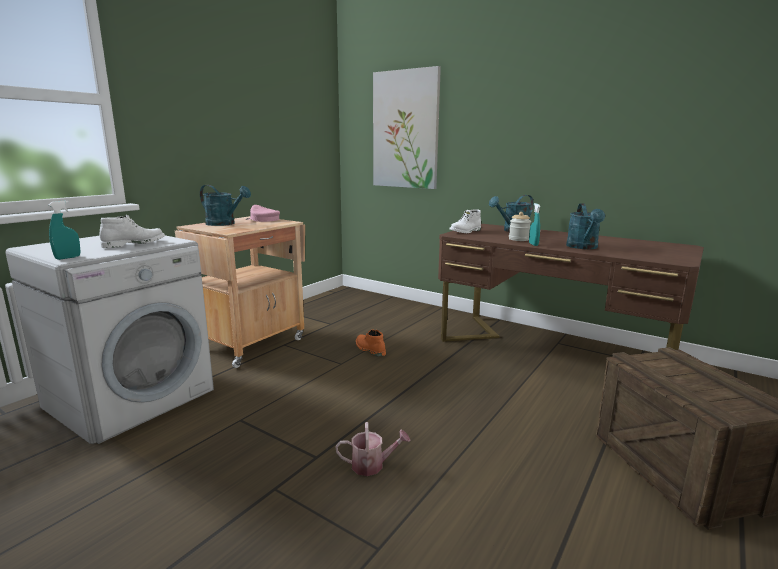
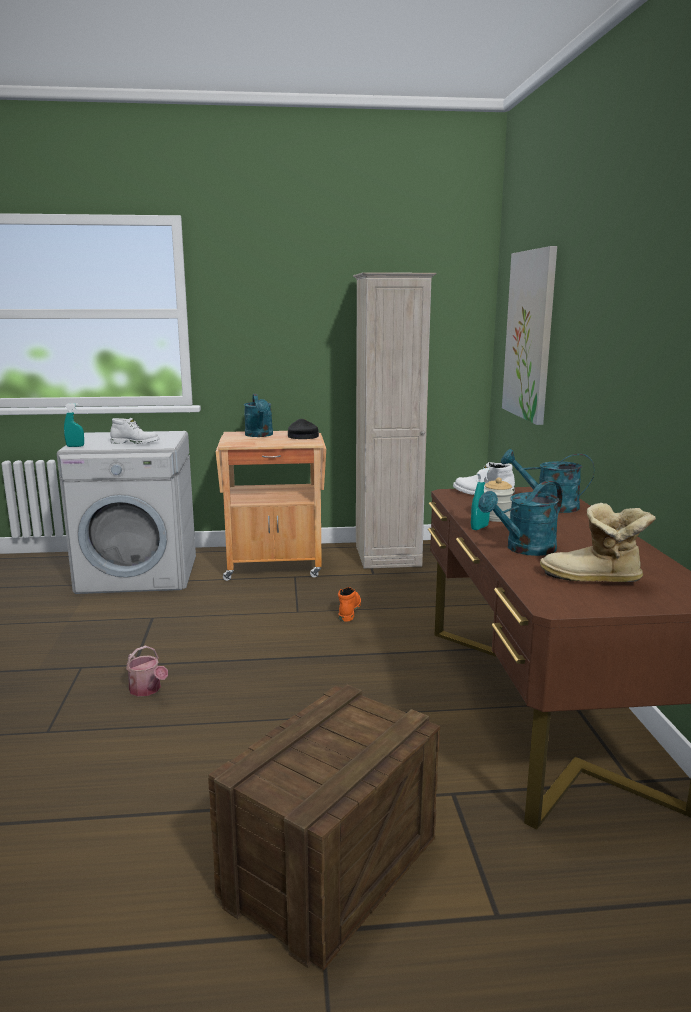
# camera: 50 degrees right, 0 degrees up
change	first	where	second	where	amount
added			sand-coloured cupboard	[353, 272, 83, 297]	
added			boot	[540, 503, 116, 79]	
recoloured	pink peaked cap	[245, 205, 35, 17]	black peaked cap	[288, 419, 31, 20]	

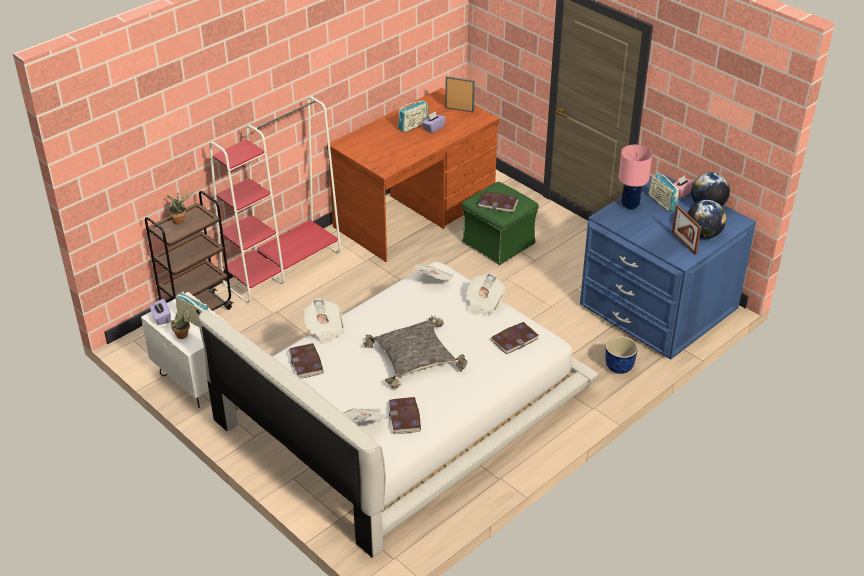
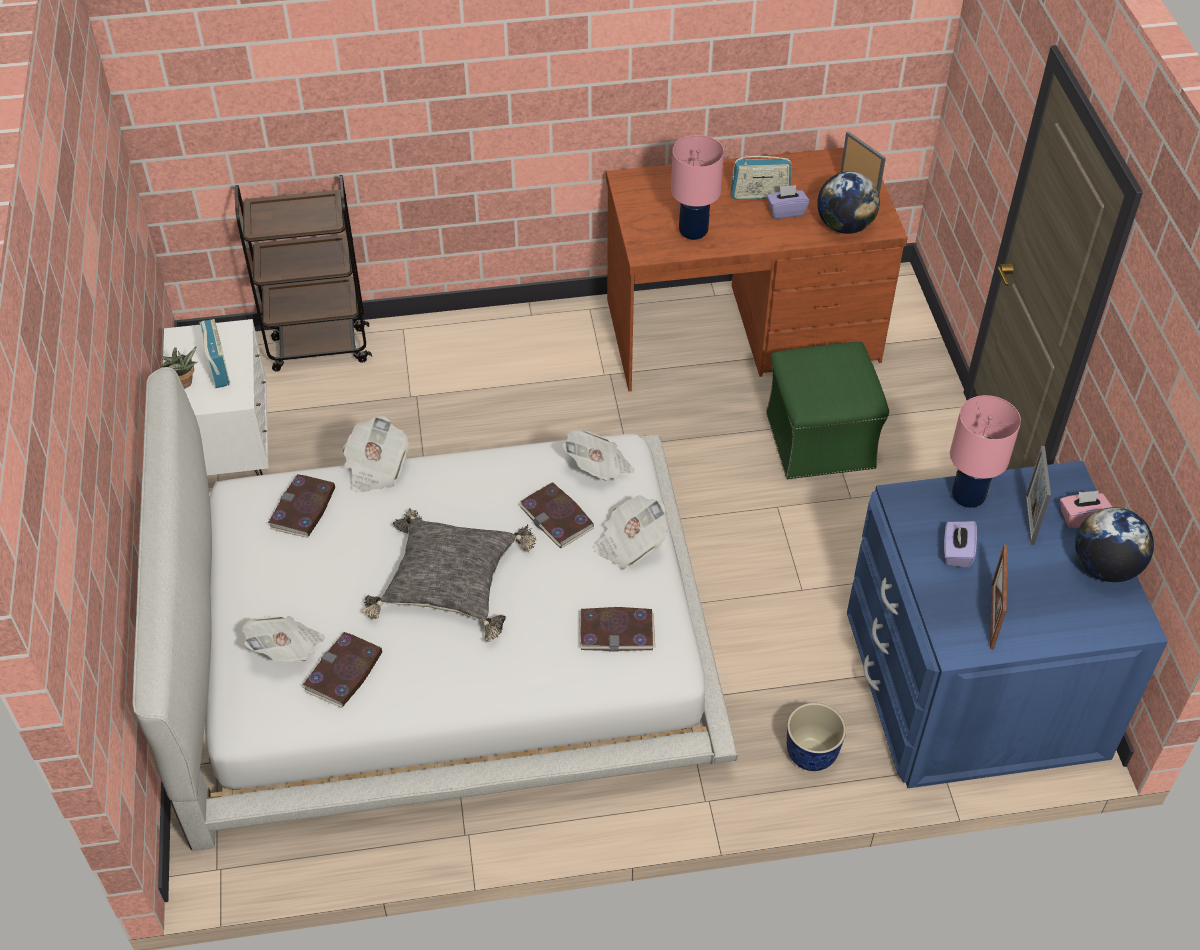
# camera: 35 degrees right, 10 degrees up
change	first	where	second	where	amount
removed	houseplant	[167, 192, 27, 33]			
removed	red-coloured garment stand	[209, 96, 132, 207]			
added			pink table lamp	[671, 135, 53, 105]	
moved	purplish tissue holder	[150, 299, 21, 26]		[944, 521, 33, 47]	
moved	bound book	[479, 191, 39, 22]		[519, 482, 75, 66]	
moved	desk globe	[688, 200, 38, 39]		[817, 171, 63, 63]	
replaced	radio set	[648, 172, 31, 40]	photo frame	[1025, 446, 26, 99]	

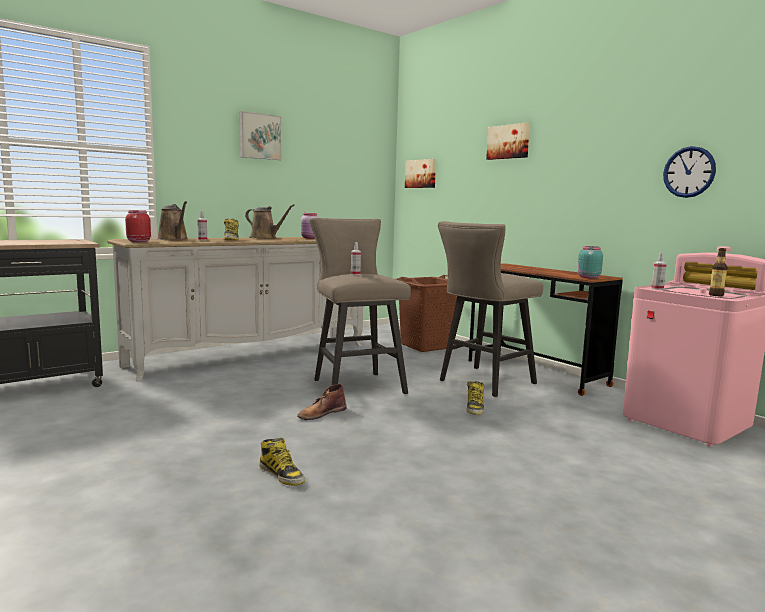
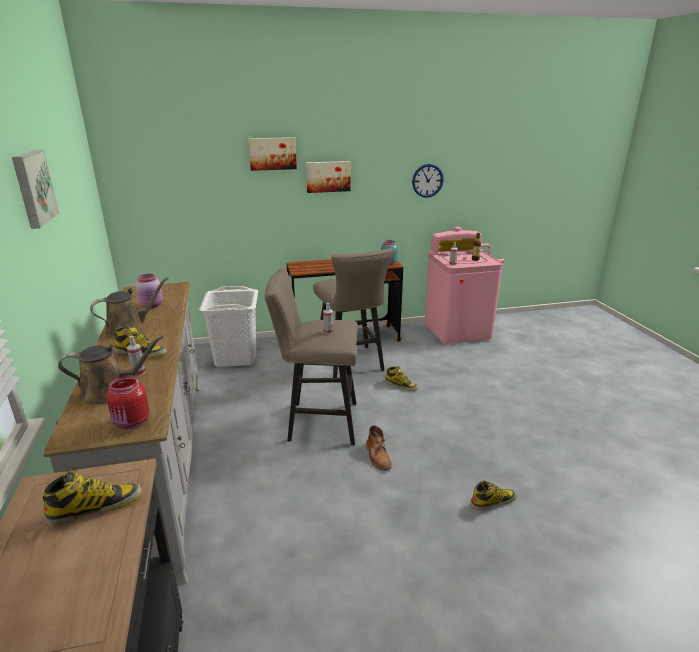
# camera: 65 degrees left, 15 degrees up
change	first	where	second	where	amount
added			boot	[43, 471, 99, 55]	
moved	wall art	[405, 159, 31, 29]		[306, 161, 44, 32]	
recoloured	brownish laundry basket	[396, 275, 61, 77]	whitish laundry basket	[199, 286, 59, 81]	

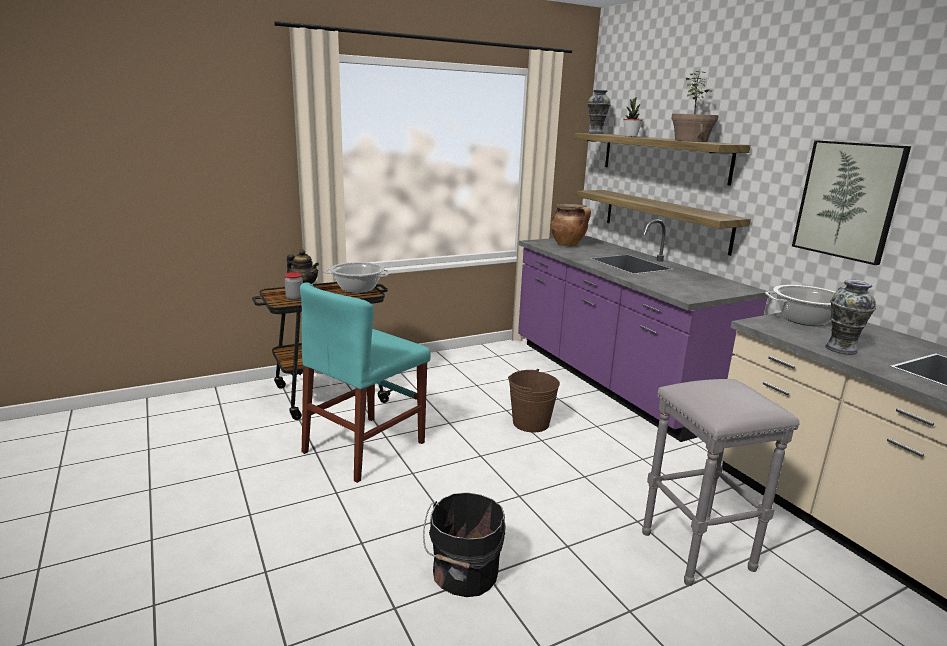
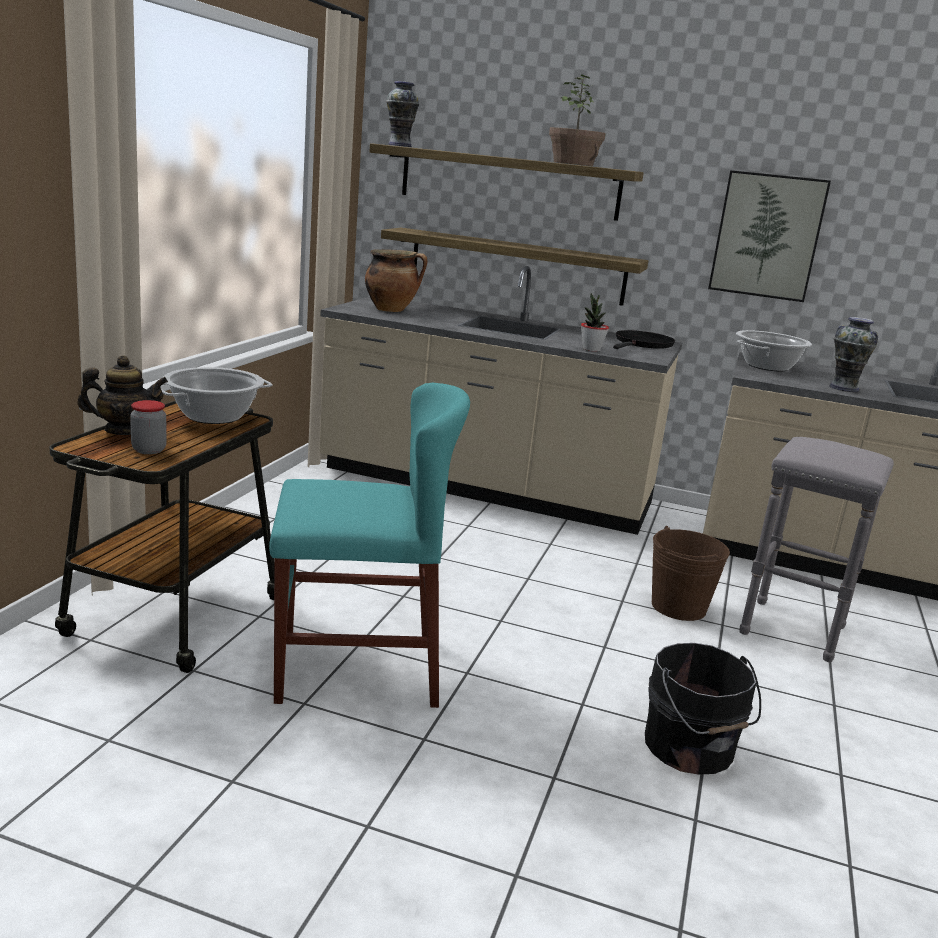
# camera: 45 degrees left, 0 degrees up
change	first	where	second	where	amount
added			black pan	[613, 330, 62, 19]	
moved	brownish pail	[508, 369, 52, 63]		[652, 526, 78, 95]	
moved	houseplant	[623, 97, 20, 40]		[581, 293, 28, 59]	
recoloured	purplish kitchen counter	[518, 219, 252, 223]	sand-coloured kitchen counter	[319, 266, 363, 269]	
turned	blue-green chair	[300, 282, 131, 201]		[269, 382, 201, 326]	90 degrees counterclockwise

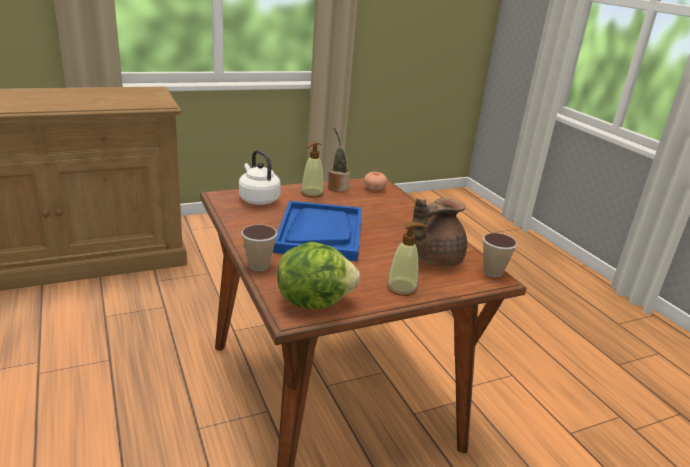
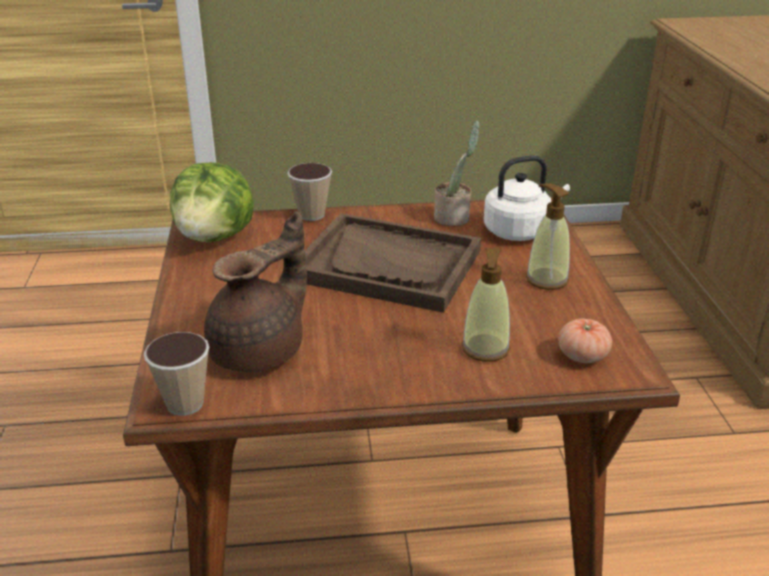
# camera: 110 degrees right, 5 degrees up
change	first	where	second	where	amount
moved	houseplant	[328, 127, 22, 65]		[434, 120, 46, 106]	
moved	liquid soap bottle	[387, 222, 41, 74]		[462, 248, 48, 114]	
recoloured	blue-coloured serving tray	[273, 201, 89, 60]	brownish serving tray	[305, 213, 176, 100]	
turned	brownish pot for tea	[412, 198, 55, 69]		[204, 212, 103, 160]	60 degrees clockwise

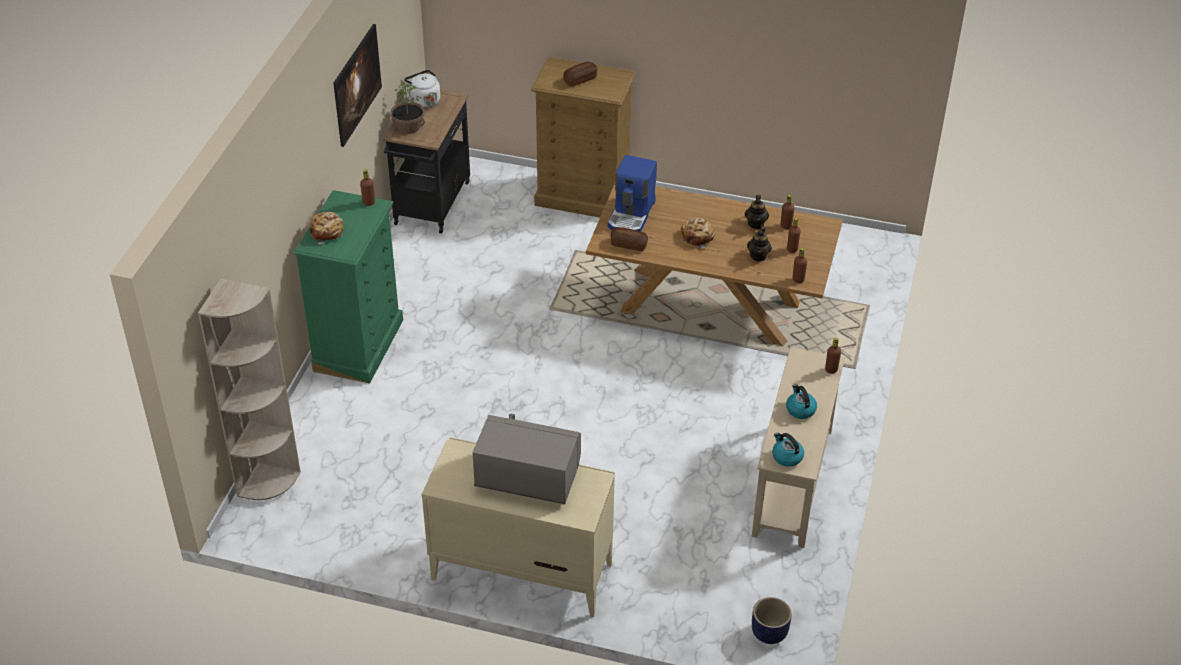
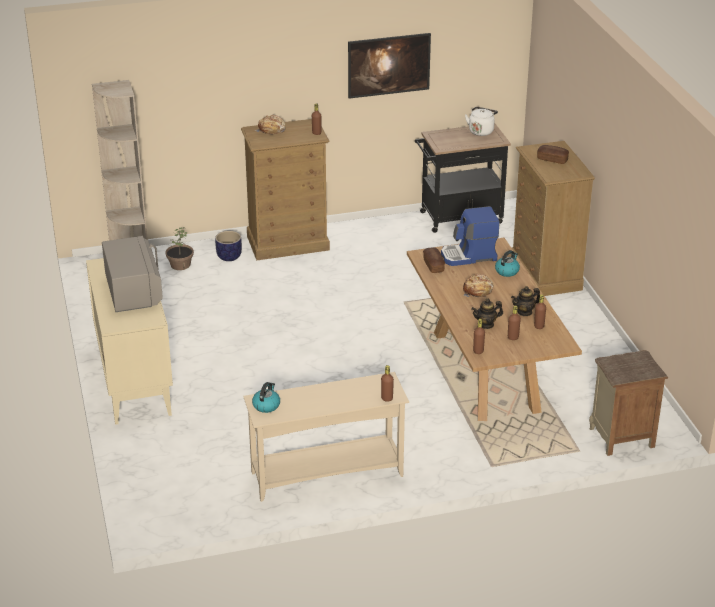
# camera: 60 degrees right, 10 degrees down
change	first	where	second	where	amount
added			sand-coloured bedside table	[589, 350, 79, 106]	
moved	houseplant	[391, 82, 34, 52]		[165, 227, 29, 43]	
moved	plant pot	[752, 597, 39, 47]		[215, 231, 27, 30]	
moved	kettle	[786, 384, 31, 35]		[495, 250, 25, 27]	
recoloured	greenish drawer chest	[294, 190, 109, 194]	brownish drawer chest	[241, 119, 89, 142]	

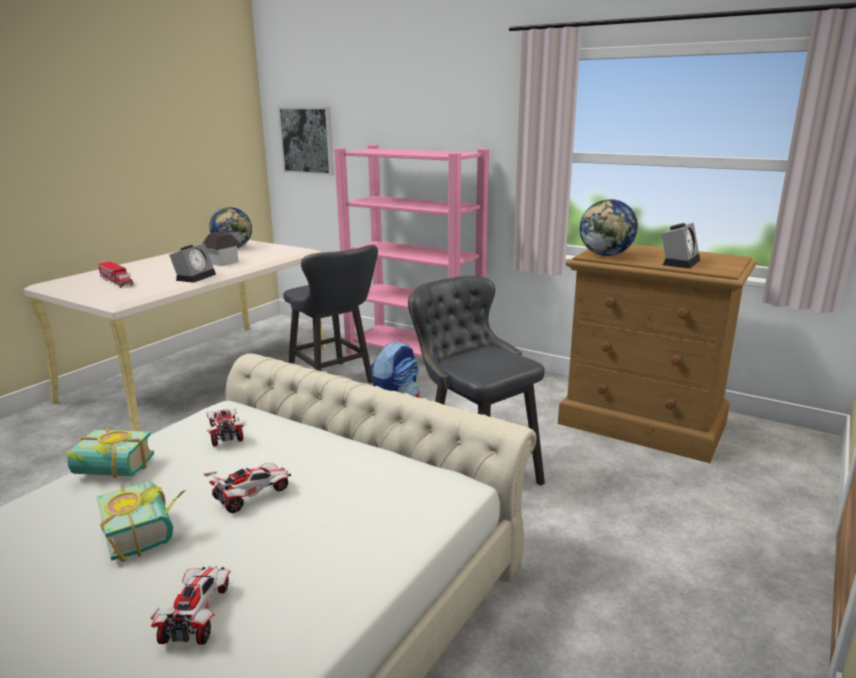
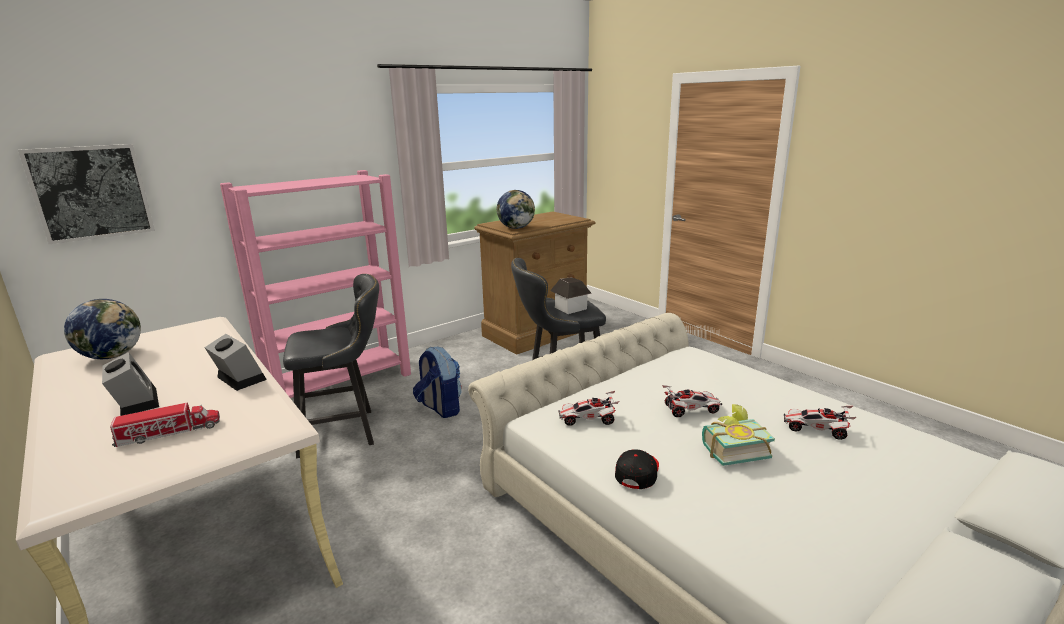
# camera: 70 degrees left, 0 degrees up
change	first	where	second	where	amount
moved	model house	[202, 231, 40, 35]		[550, 277, 42, 37]	
moved	table clock	[662, 223, 38, 46]		[102, 352, 57, 64]	
replaced	bound book	[66, 428, 88, 50]	black peaked cap	[615, 449, 44, 40]	
turned	miniature car	[204, 463, 87, 50]		[662, 385, 60, 32]	105 degrees clockwise

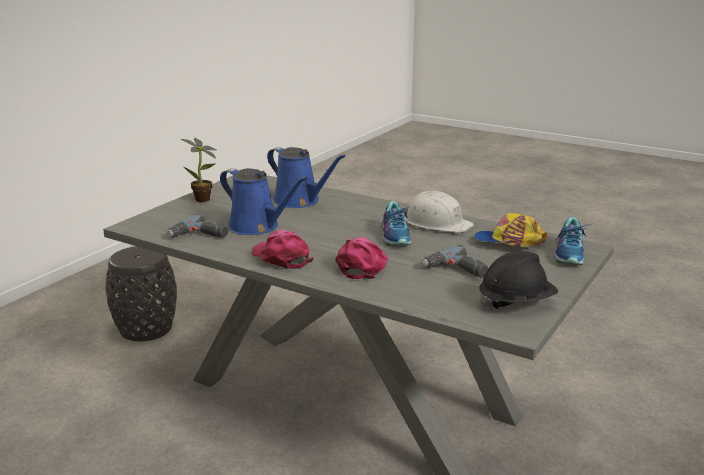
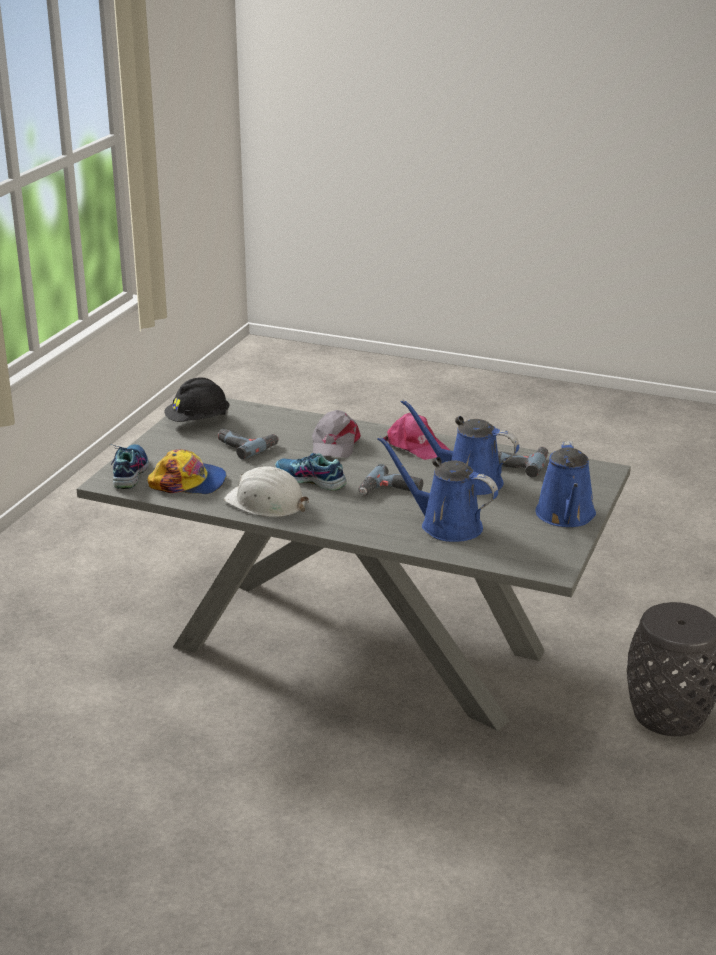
# camera: 170 degrees right, 5 degrees up
change	first	where	second	where	amount
added			drill	[359, 464, 64, 31]	
replaced	houseplant	[181, 138, 36, 64]	blue-coloured watering can	[536, 441, 60, 86]	
recoloured	pink peaked cap	[335, 237, 53, 42]	gray peaked cap	[312, 410, 49, 48]	
turned	shoe	[381, 201, 31, 44]		[275, 453, 72, 38]	45 degrees counterclockwise

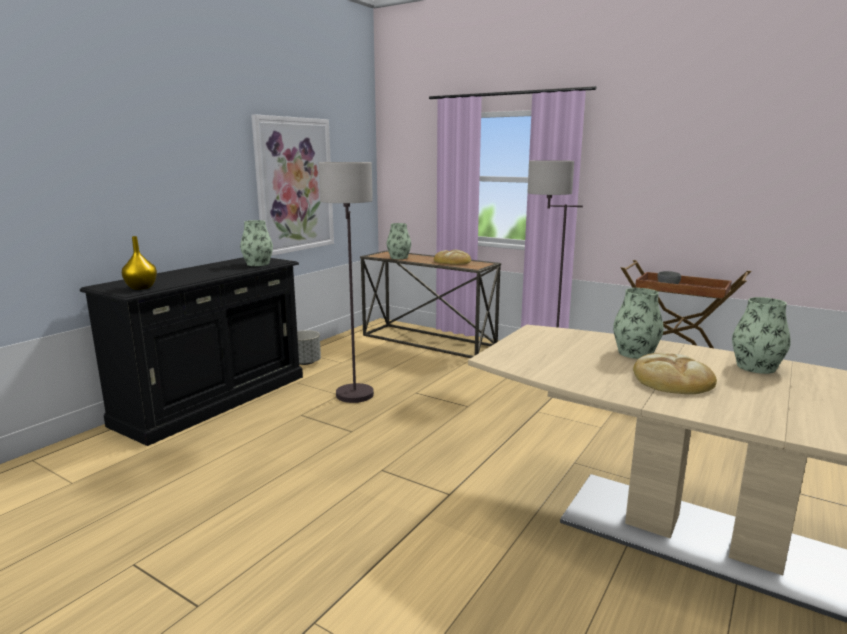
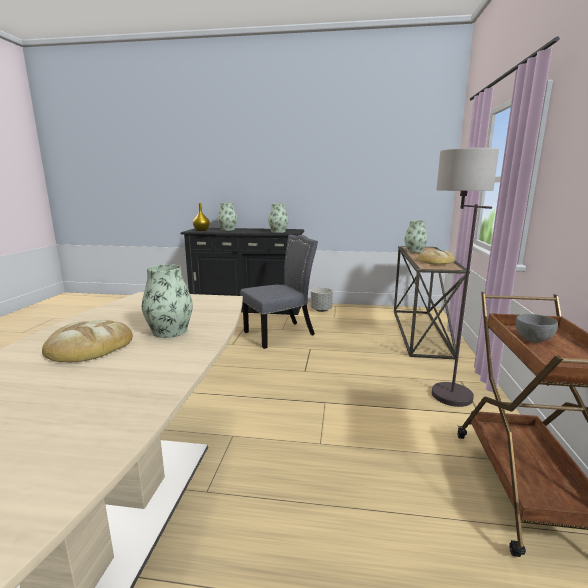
# camera: 65 degrees right, 0 degrees up
change	first	where	second	where	amount
removed	wall art	[251, 114, 83, 142]			
moved	vase	[732, 297, 59, 77]		[218, 203, 19, 28]	
replaced	gray floor lamp	[318, 162, 56, 241]	gray chair	[240, 235, 78, 114]	

